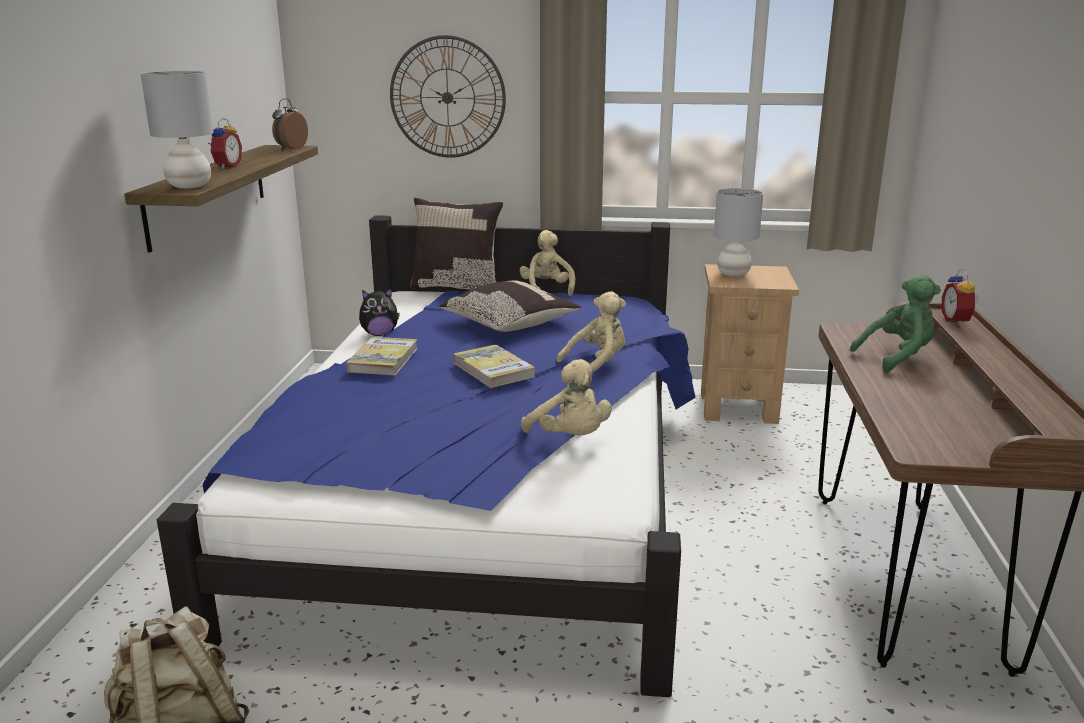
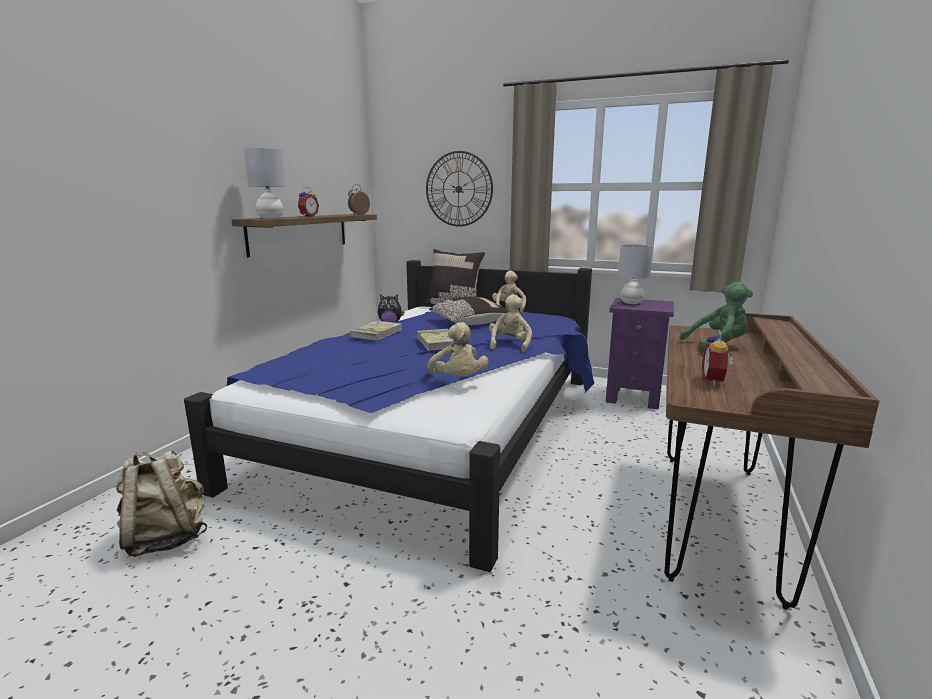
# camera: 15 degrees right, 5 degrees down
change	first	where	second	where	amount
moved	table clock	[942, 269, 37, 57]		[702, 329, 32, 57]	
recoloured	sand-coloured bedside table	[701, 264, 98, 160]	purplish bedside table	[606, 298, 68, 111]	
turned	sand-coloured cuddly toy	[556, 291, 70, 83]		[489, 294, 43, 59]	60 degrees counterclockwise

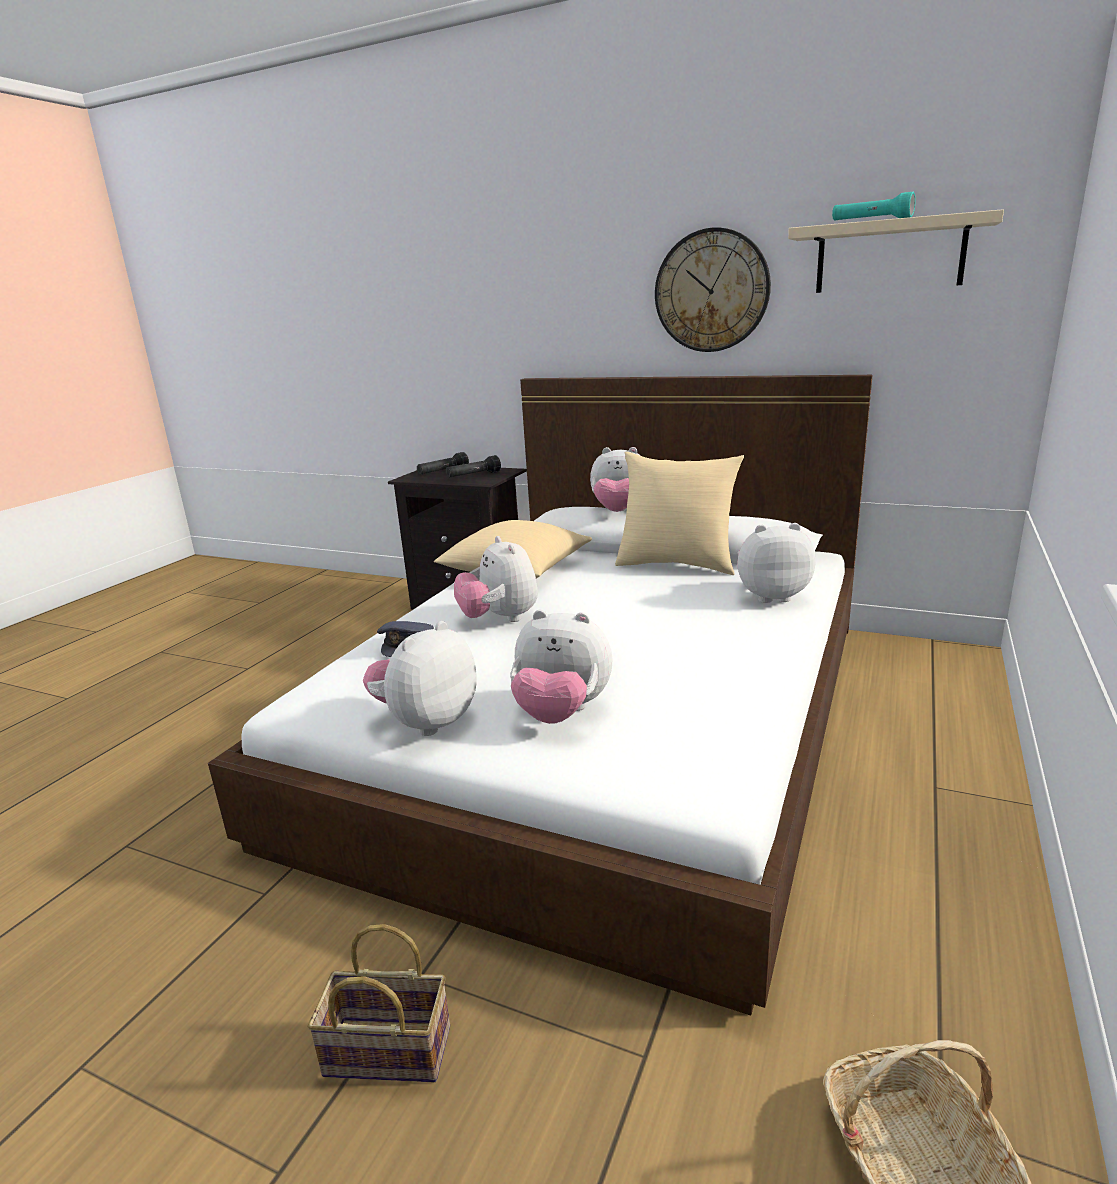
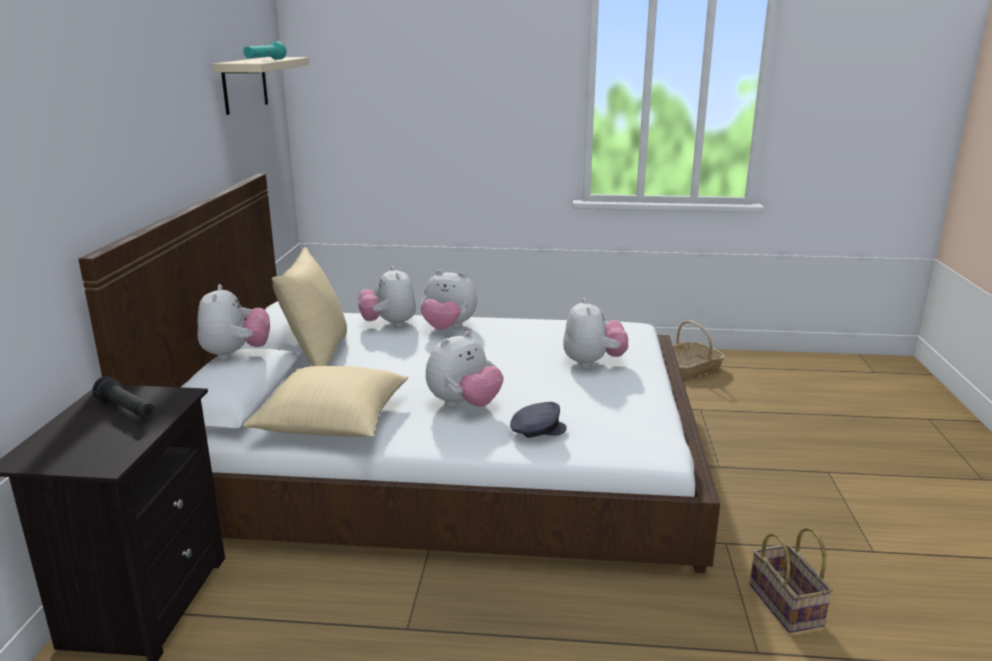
# camera: 110 degrees left, 0 degrees up
change	first	where	second	where	amount
removed	black torch	[417, 452, 52, 22]			
removed	wall clock	[655, 227, 116, 125]			
moved	storage basket	[308, 924, 142, 158]		[749, 527, 84, 106]	
moved	cuddly toy	[363, 621, 113, 115]		[421, 270, 56, 60]	

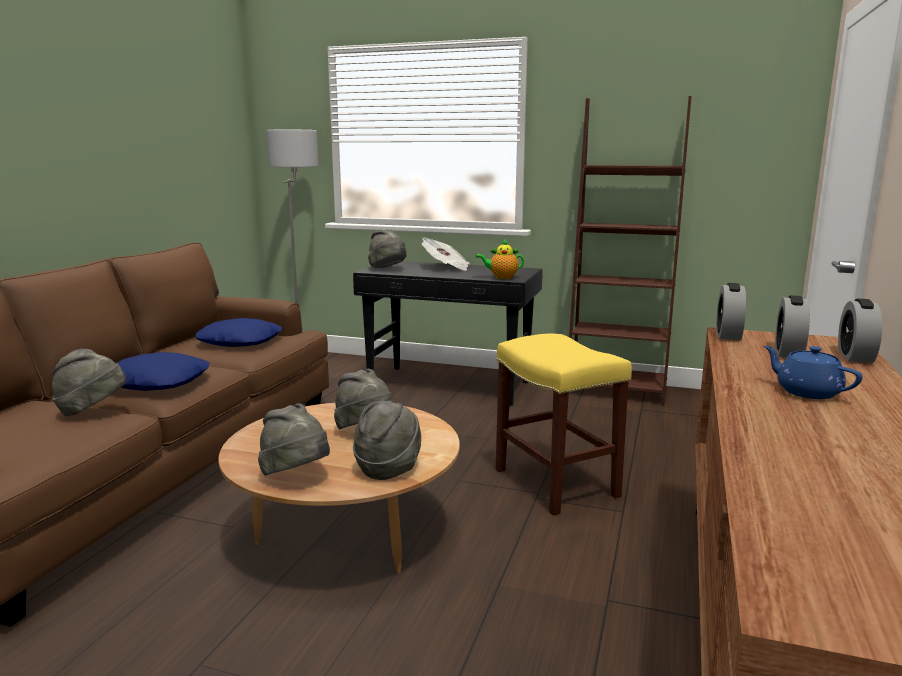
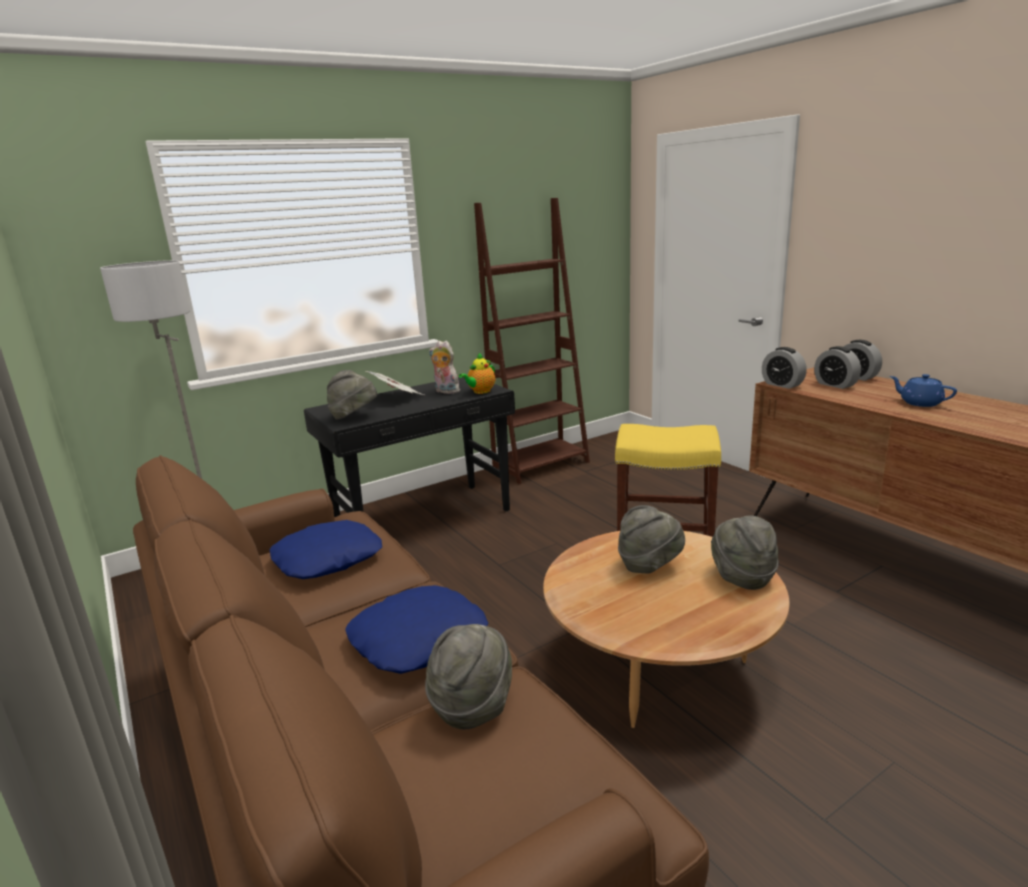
# camera: 50 degrees left, 5 degrees up
change	first	where	second	where	amount
removed	gray wearable hat	[258, 403, 72, 73]			
added			cuddly toy	[429, 341, 31, 53]	
turned	blue-coloured pot for tea	[764, 346, 98, 53]		[890, 374, 67, 33]	45 degrees clockwise

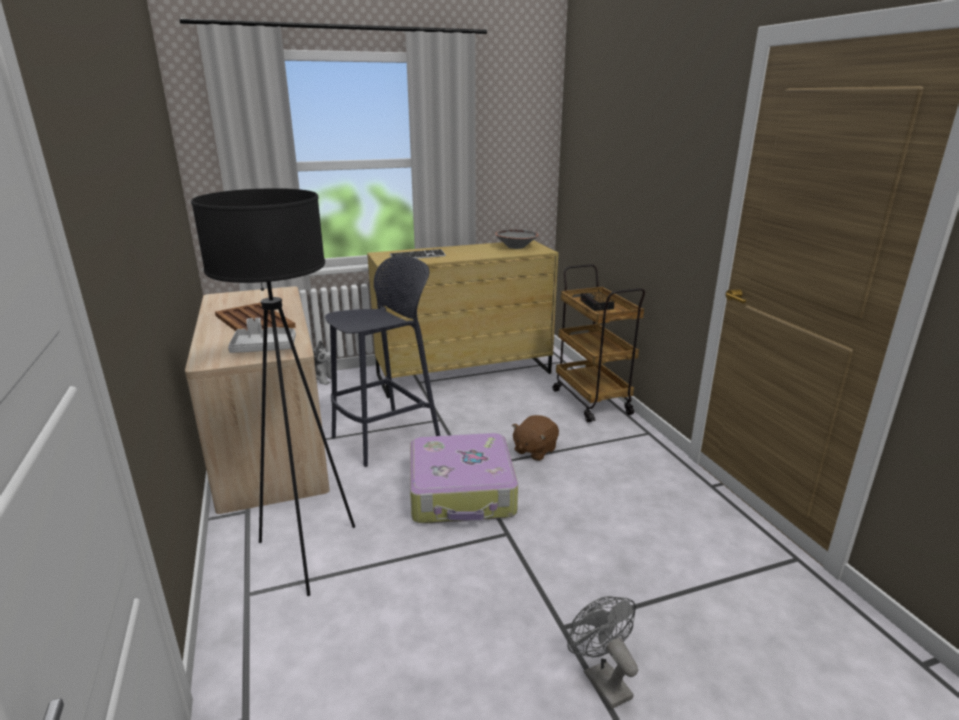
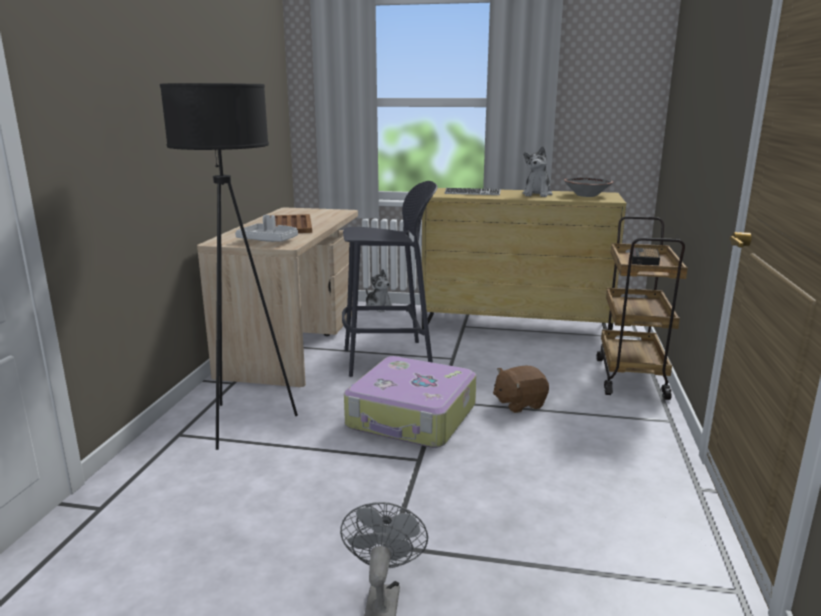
# camera: 30 degrees right, 5 degrees down
change	first	where	second	where	amount
added			cuddly toy	[523, 146, 30, 51]	

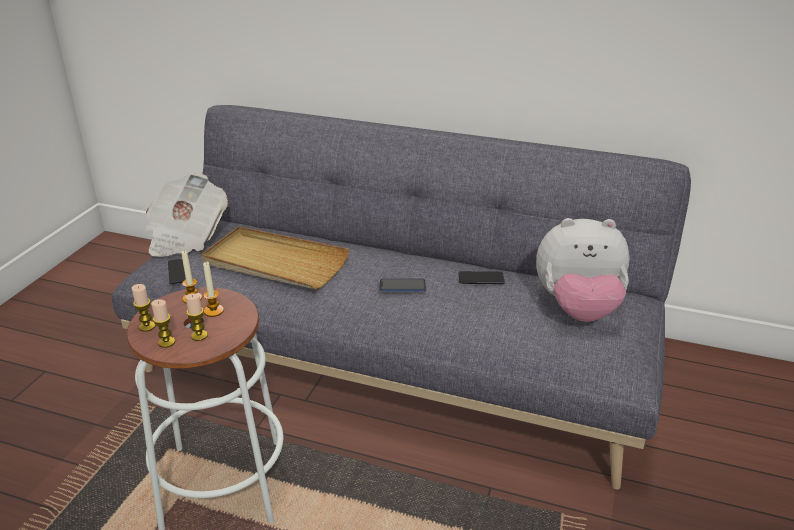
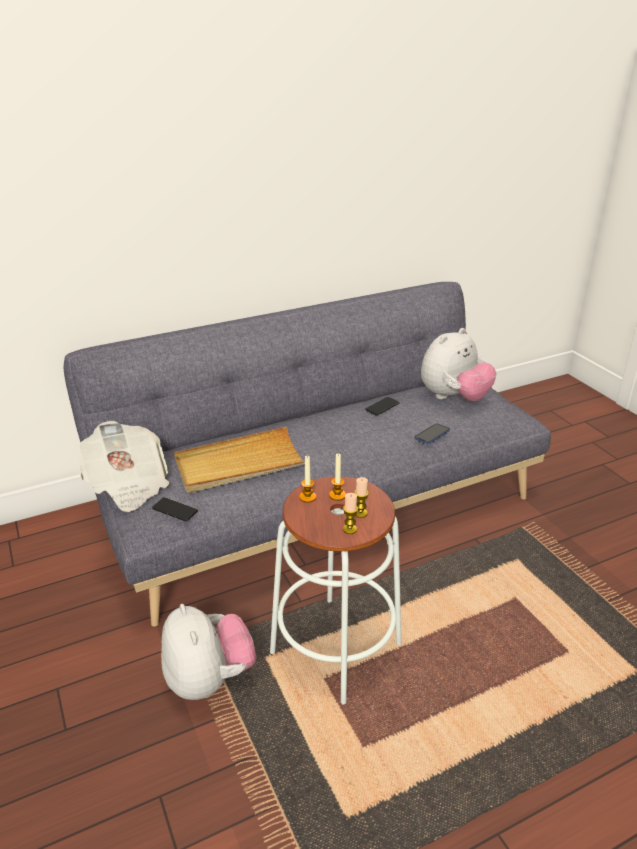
# camera: 45 degrees left, 0 degrees up
change	first	where	second	where	amount
removed	wax light	[132, 284, 24, 48]			
added			cuddly toy	[161, 604, 95, 96]	
moved	phone	[380, 279, 46, 12]		[414, 424, 36, 20]	

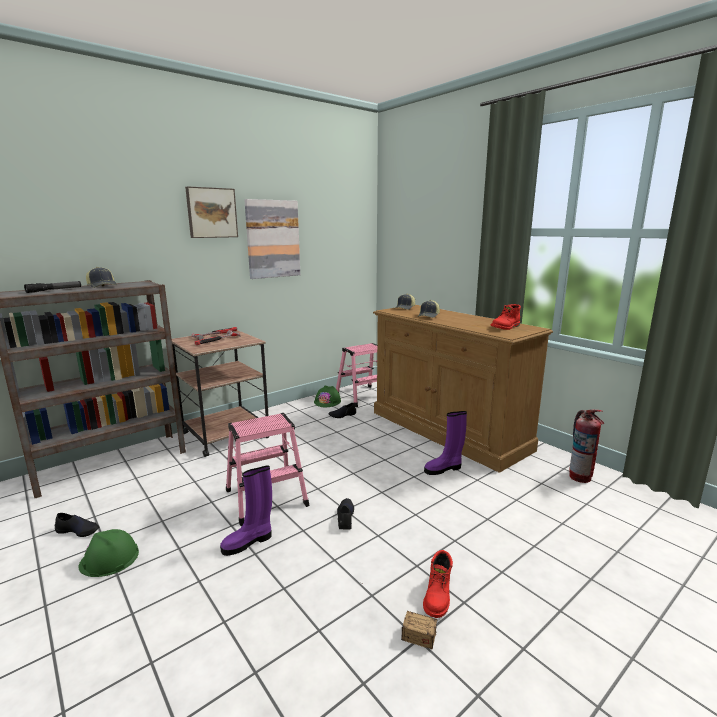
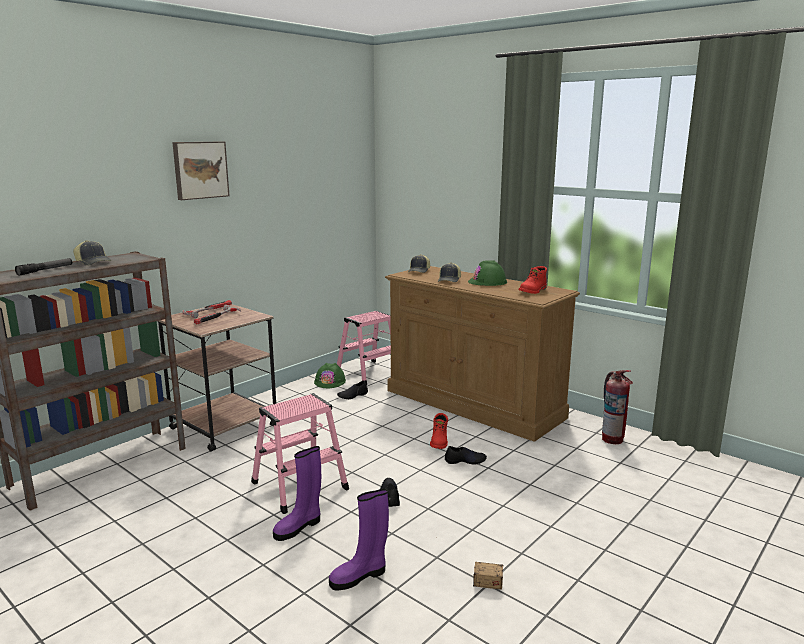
# camera: 10 degrees left, 0 degrees up
change	first	where	second	where	amount
removed	wall art	[244, 199, 56, 80]			
moved	black shoe	[55, 513, 45, 24]		[445, 446, 42, 18]	
moved	greenish safety helmet	[78, 529, 61, 48]		[468, 260, 39, 26]	
moved	red-coloured boot	[423, 550, 30, 68]		[430, 413, 18, 36]	
moved	purplish boot	[424, 411, 43, 64]		[329, 489, 60, 101]	

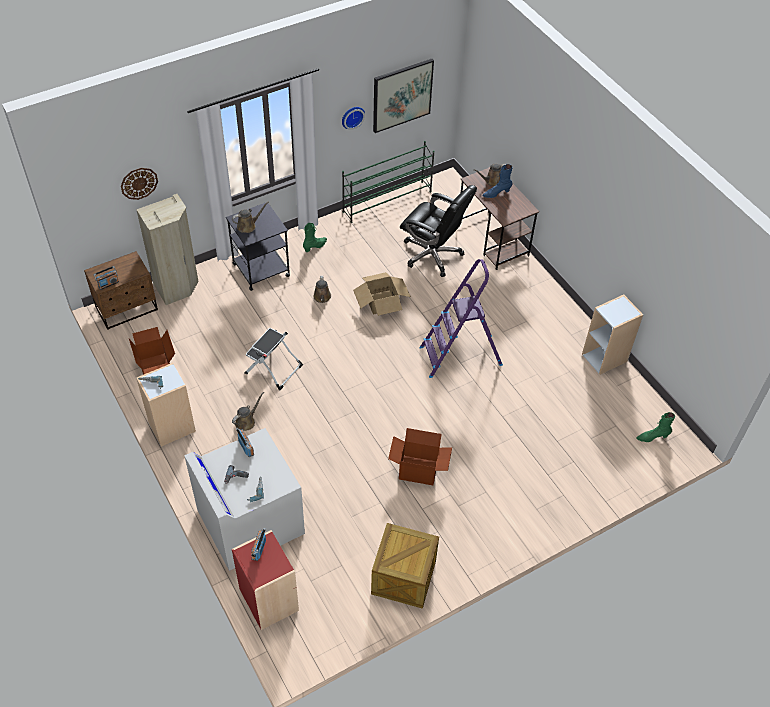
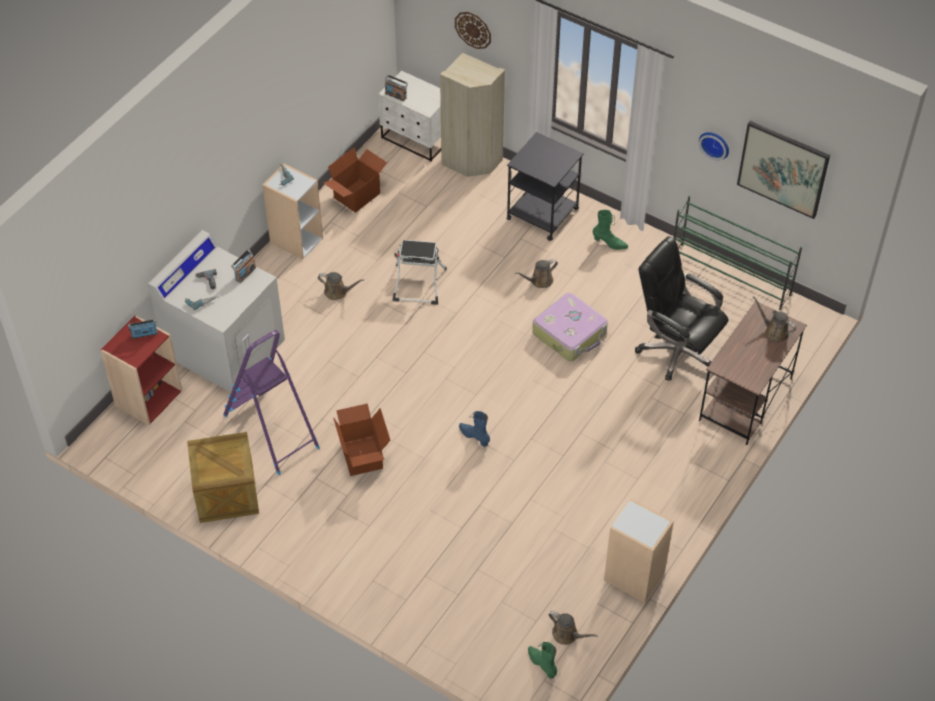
# camera: 65 degrees right, 0 degrees up
change	first	where	second	where	amount
moved	brownish watering can	[232, 201, 37, 32]		[548, 611, 50, 34]	
moved	purplish stepladder	[419, 259, 84, 119]		[223, 330, 97, 145]	
moved	blue-coloured boot	[482, 164, 31, 34]		[459, 411, 31, 36]	
replaced	carton	[353, 272, 58, 44]	travel case	[532, 293, 76, 68]	
recoloured	brownish bedside table	[84, 251, 74, 79]	whitish bedside table	[378, 71, 63, 90]	
turned	black computer chair	[400, 185, 77, 92]		[635, 236, 94, 144]	120 degrees clockwise

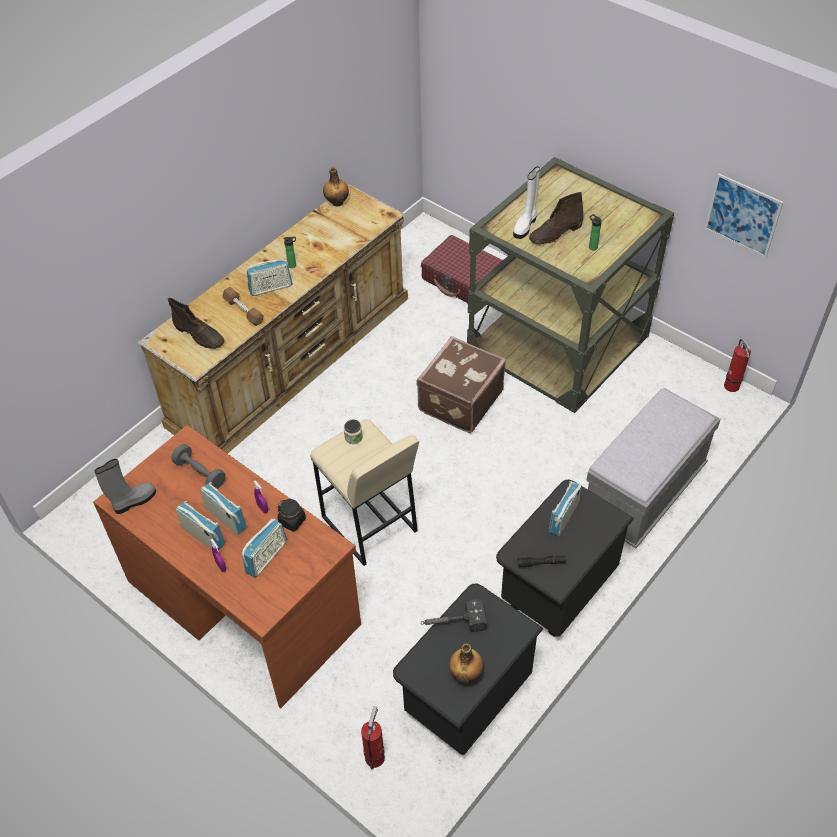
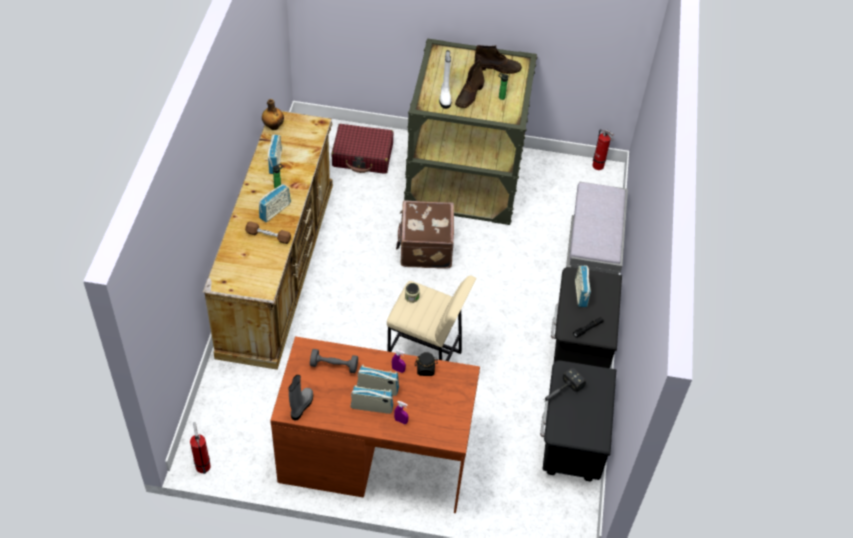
# camera: 35 degrees left, 0 degrees up
change	first	where	second	where	amount
removed	bottle	[449, 644, 35, 39]			
removed	wall art	[705, 173, 78, 85]			
moved	brownish boot	[168, 298, 57, 51]		[475, 45, 47, 29]	
moved	radio set	[242, 518, 45, 60]		[268, 135, 14, 39]	
moved	fire extinguisher	[361, 706, 24, 63]		[190, 422, 21, 52]	

